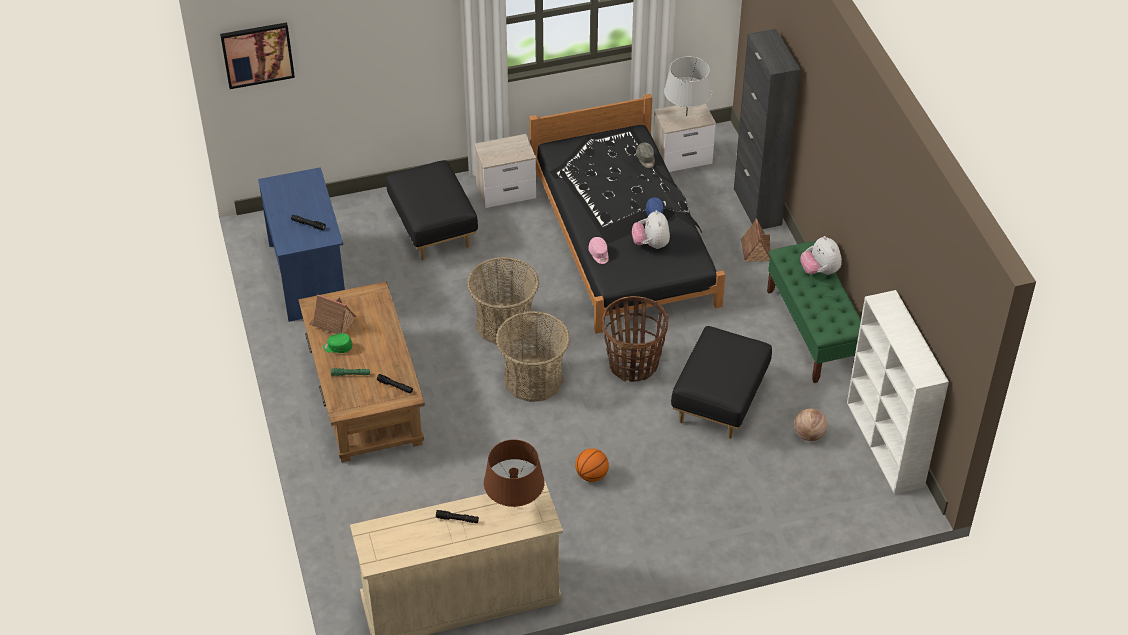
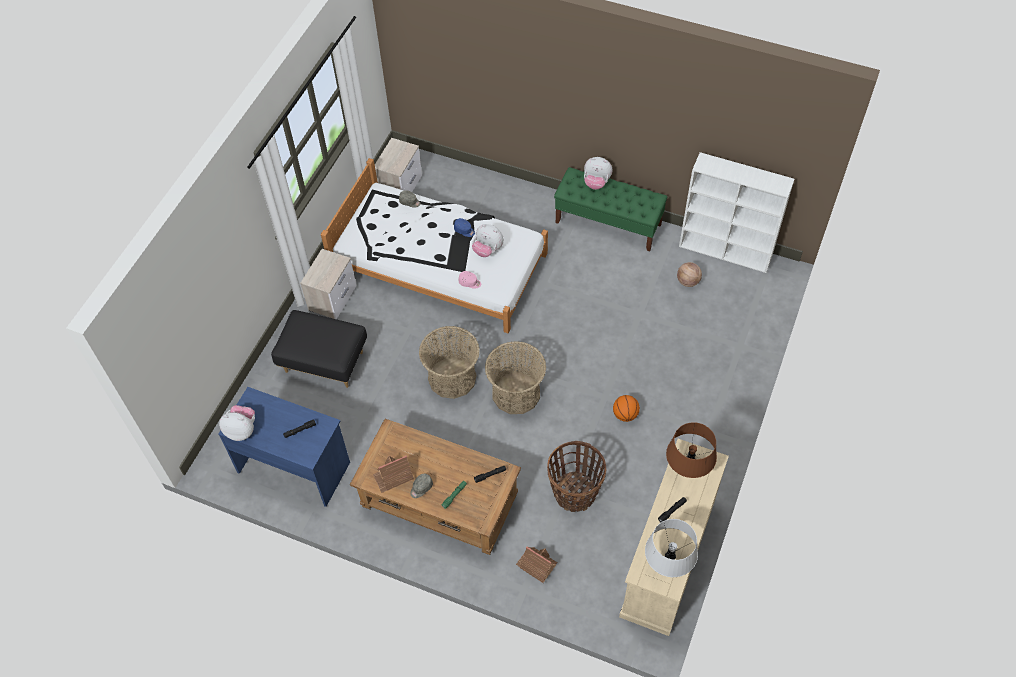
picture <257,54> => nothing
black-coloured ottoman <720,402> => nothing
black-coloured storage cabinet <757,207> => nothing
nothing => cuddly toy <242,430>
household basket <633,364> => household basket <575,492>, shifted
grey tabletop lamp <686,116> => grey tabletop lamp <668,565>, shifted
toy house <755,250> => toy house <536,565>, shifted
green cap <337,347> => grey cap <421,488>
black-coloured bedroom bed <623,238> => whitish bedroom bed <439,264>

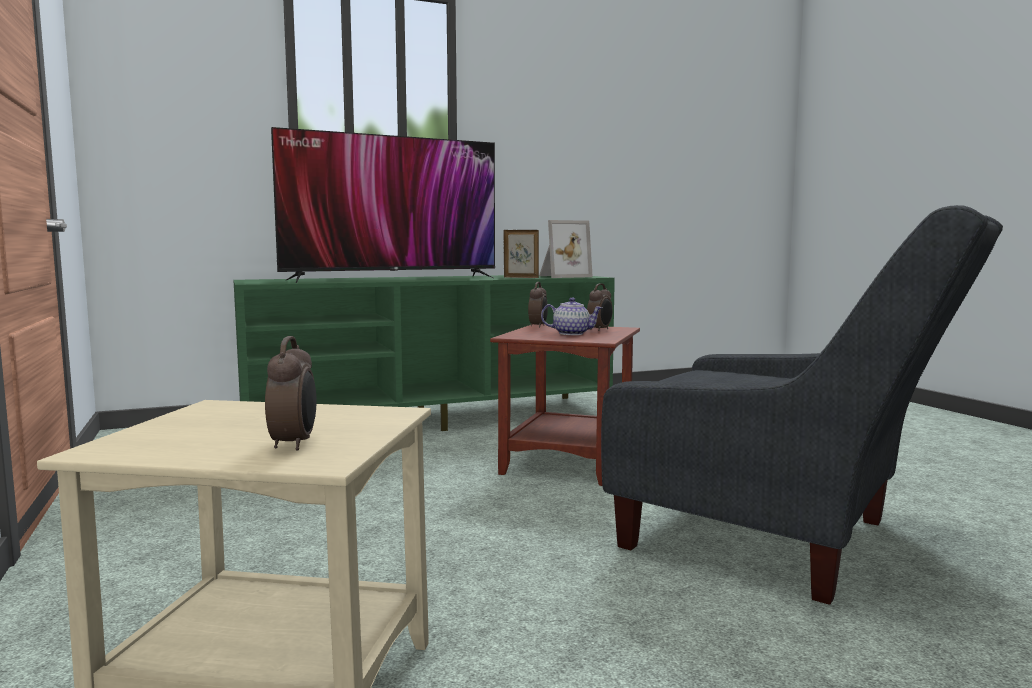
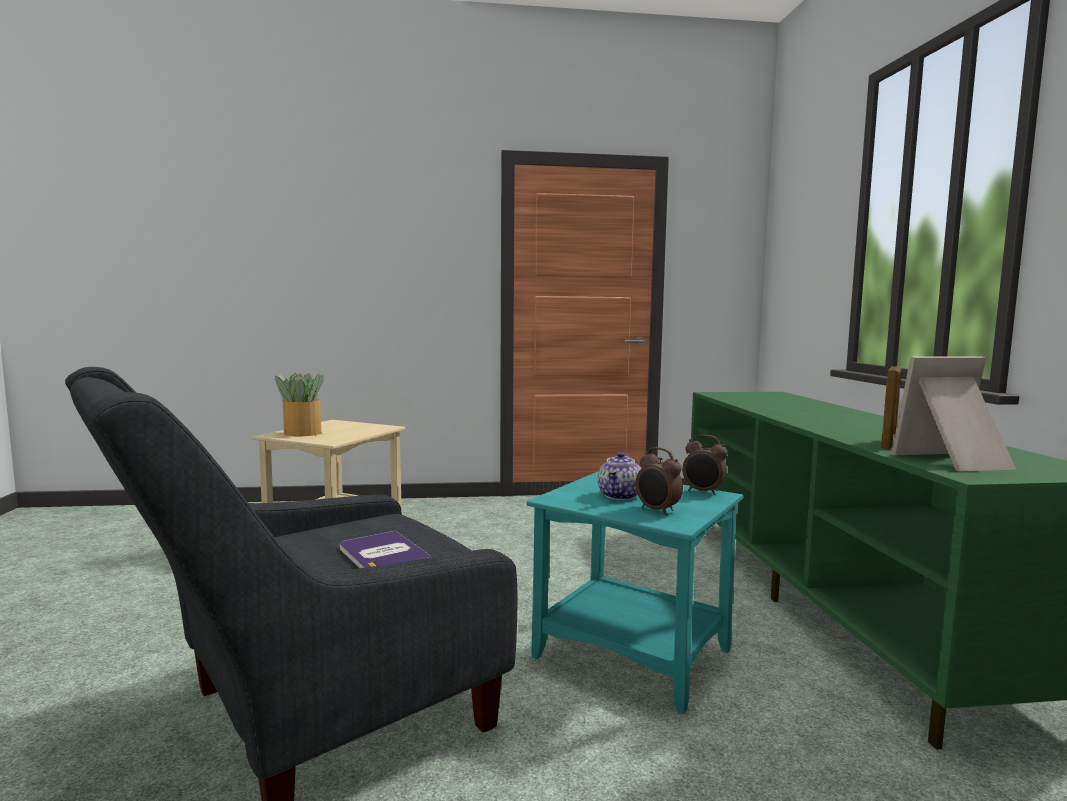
TV <392,279> => nothing
nothing => bound book <383,554>
table clock <294,444> => plant in a pot <302,433>
brownish side table <566,460> => blue-green side table <633,652>
photo frame <562,276> => photo frame <956,461>, 90 degrees clockwise

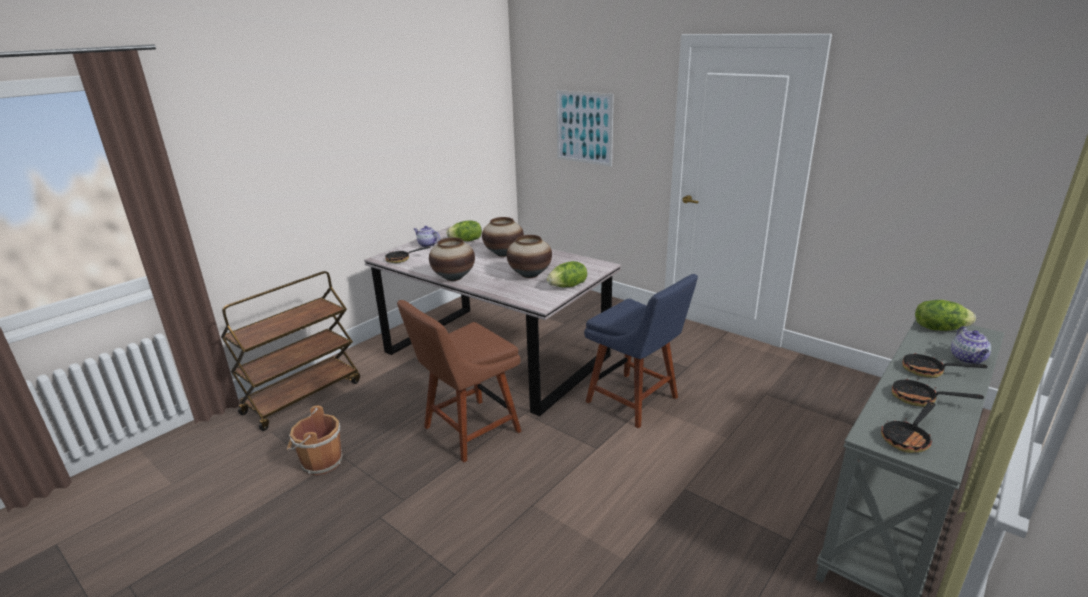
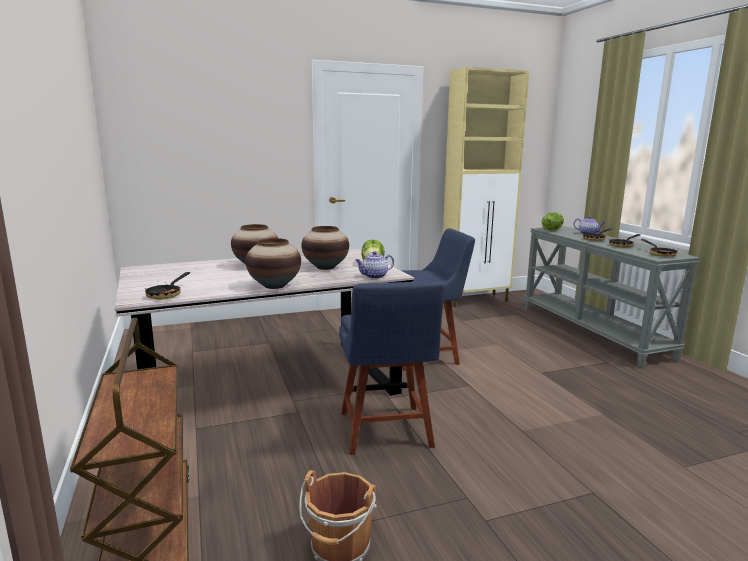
lettuce <466,241> => nothing
picture <584,127> => nothing
nothing => beige storage cabinet <475,300>
pot for tea <427,245> => pot for tea <374,276>, shifted
brownish upright chair <468,431> => blue-coloured upright chair <386,432>

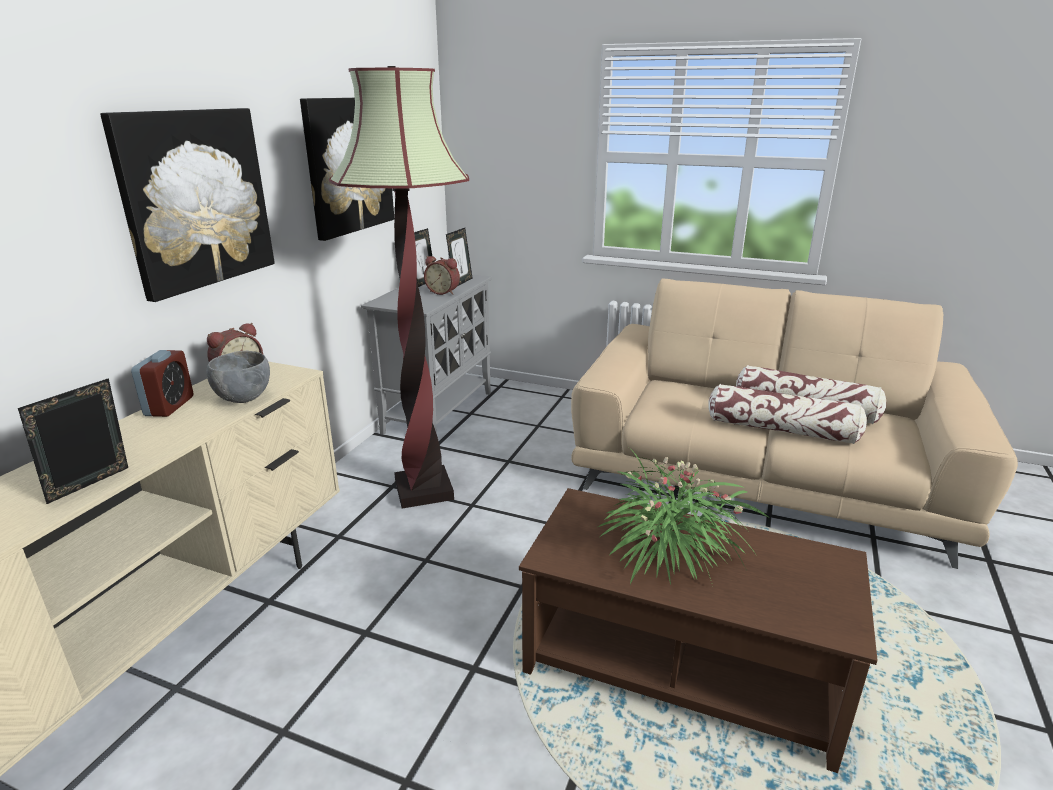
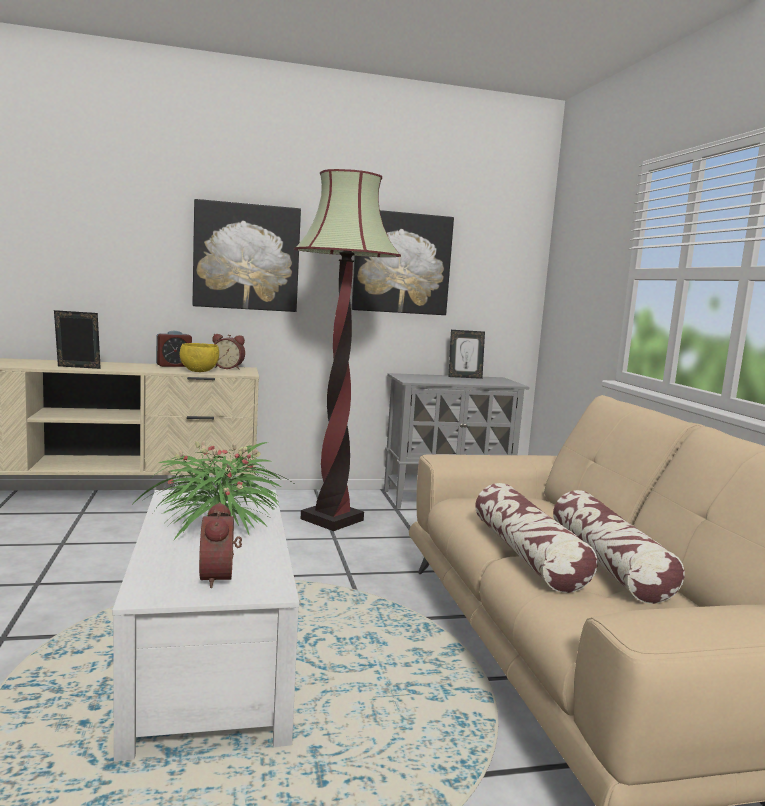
photo frame <460,282> => nothing
table clock <443,292> => table clock <221,577>, shifted
grey serving bowl <243,398> => yellow-coloured serving bowl <198,371>
brownish low table <682,663> => whitish low table <213,659>

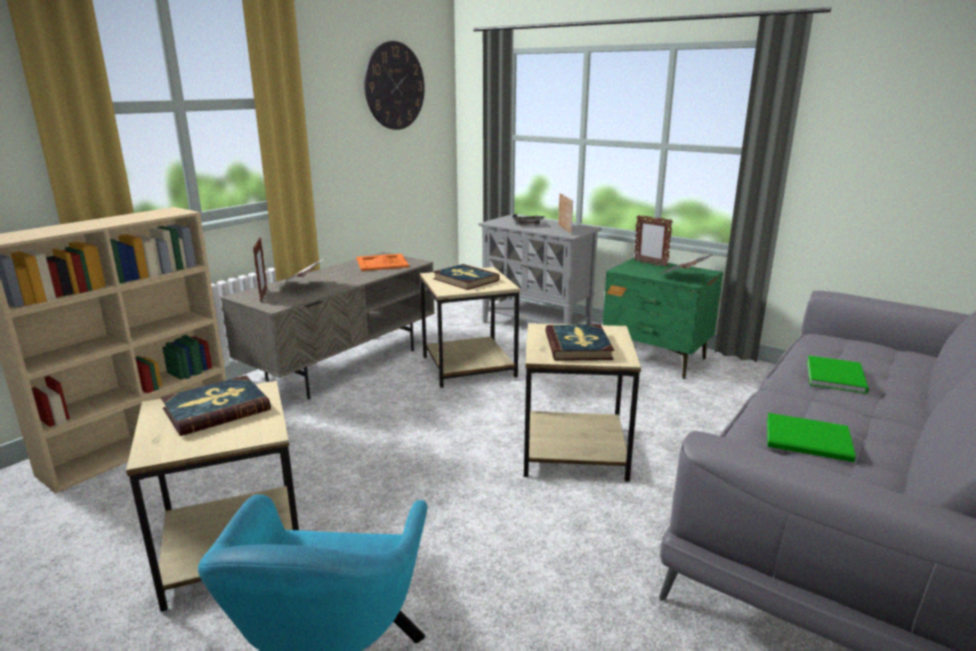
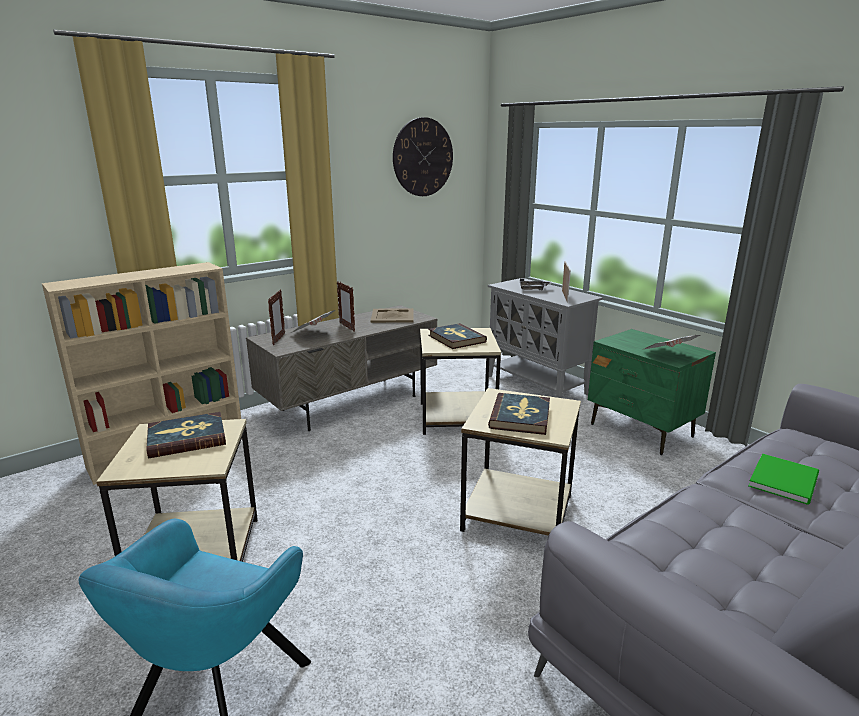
green bound book <810,441> => nothing
photo frame <650,264> => photo frame <347,327>, shifted
orange-coloured serving tray <381,263> => beige serving tray <392,316>

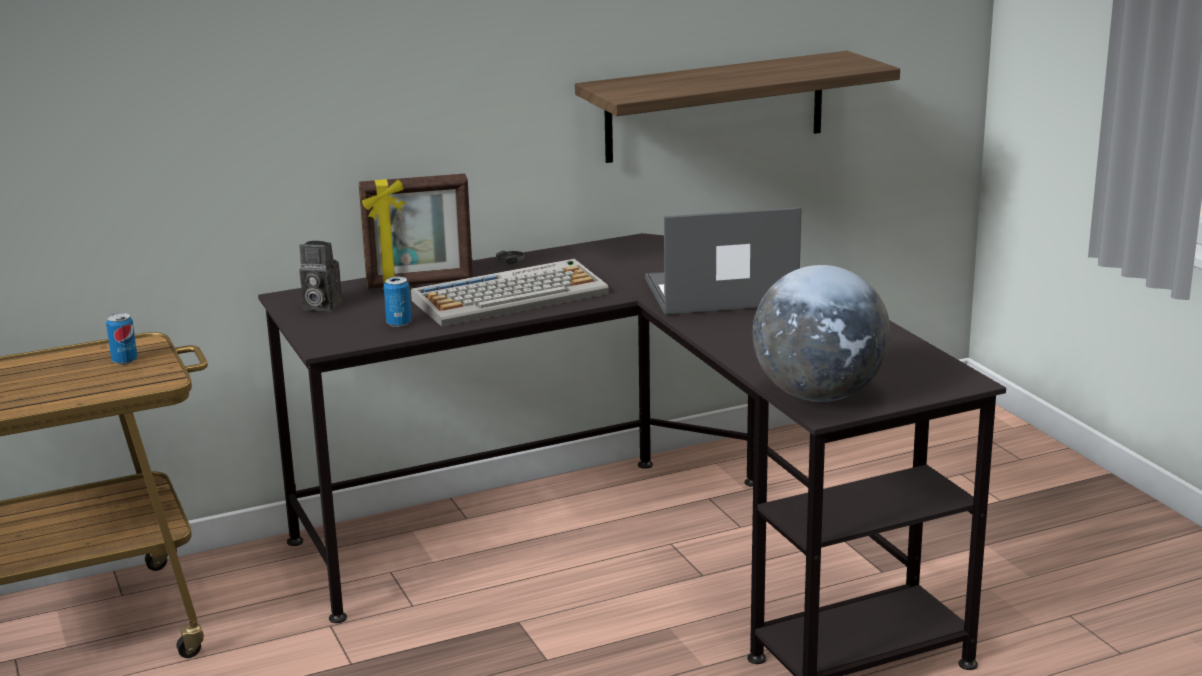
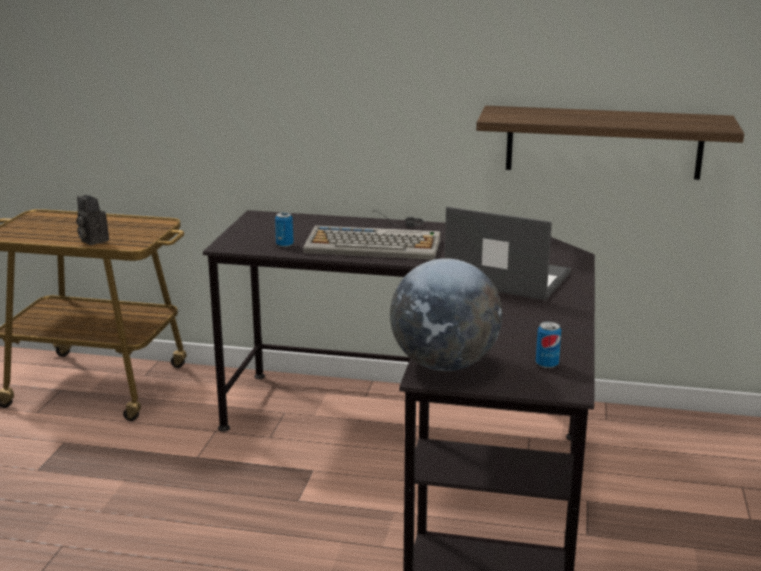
photo frame <420,283> => nothing
can <124,360> => can <547,364>, shifted
still camera <320,306> => still camera <92,240>, shifted

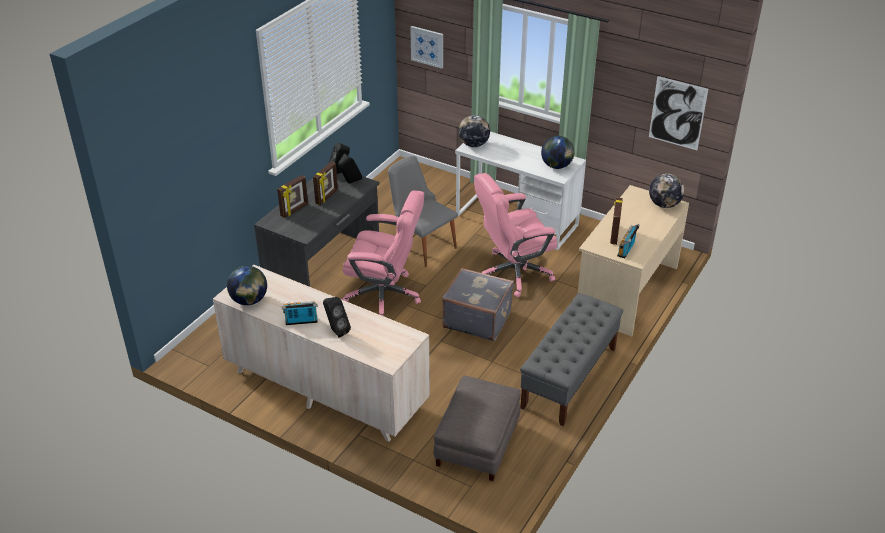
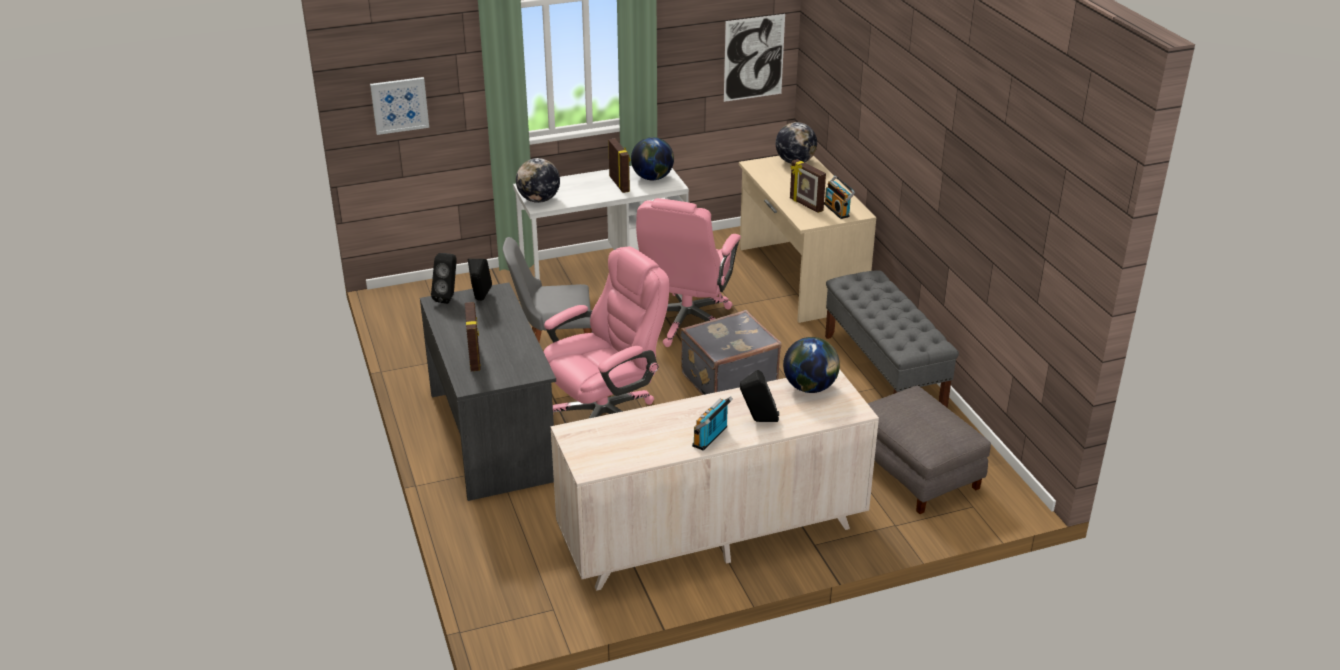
world globe <249,300> => world globe <810,387>, shifted
photo frame <327,197> => photo frame <620,184>, shifted

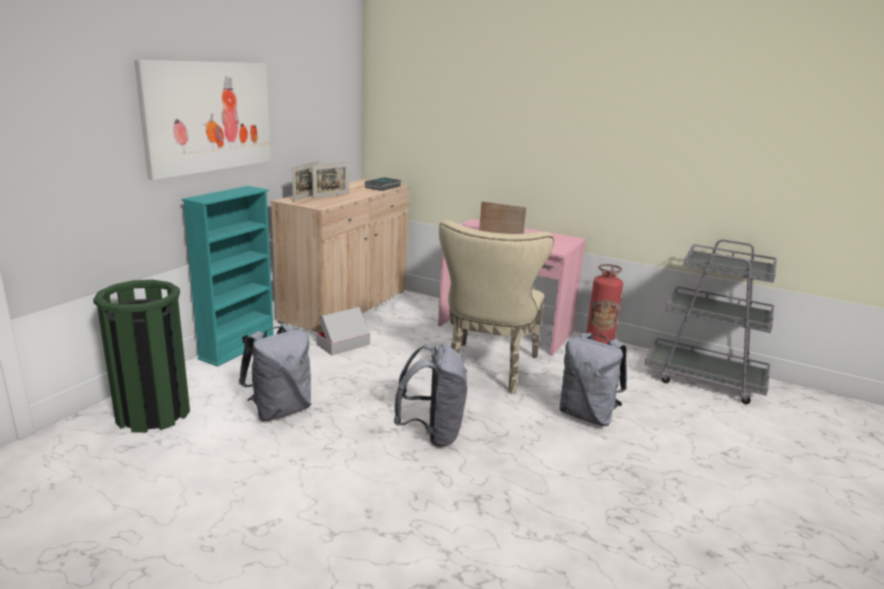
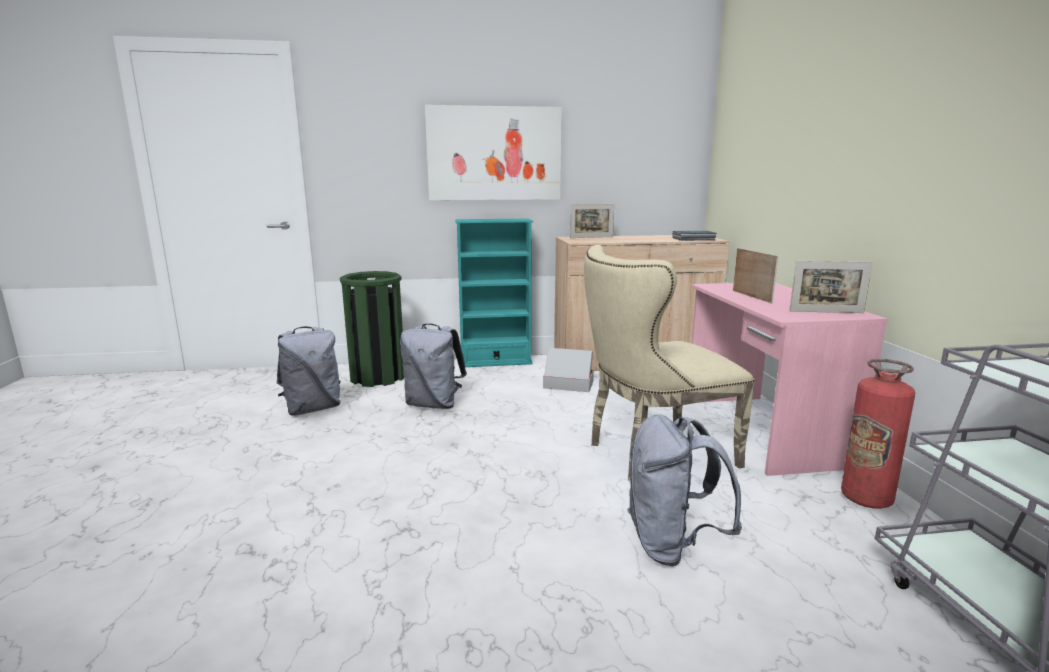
photo frame <331,196> => photo frame <826,312>, shifted
grey backpack <432,433> => grey backpack <313,409>, shifted

